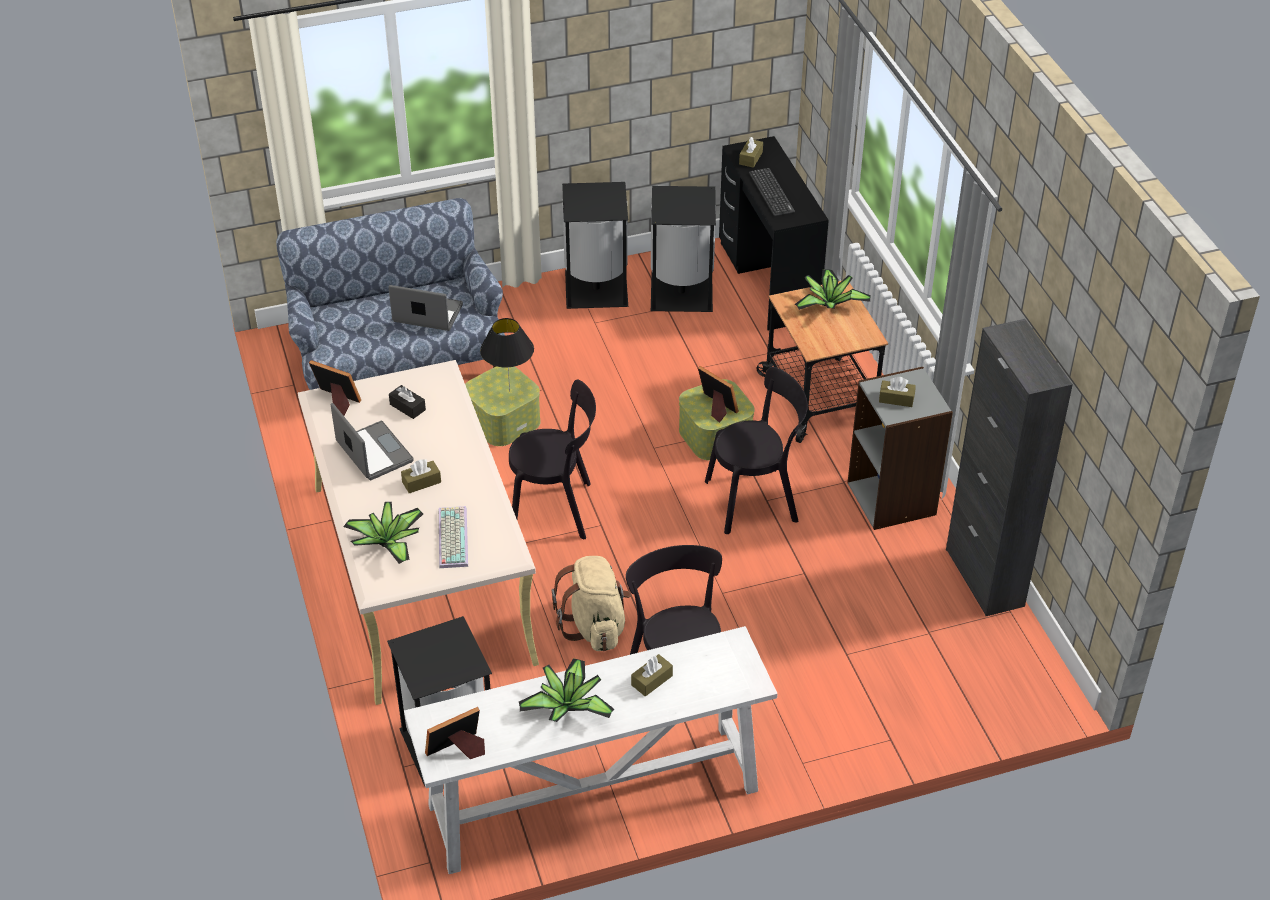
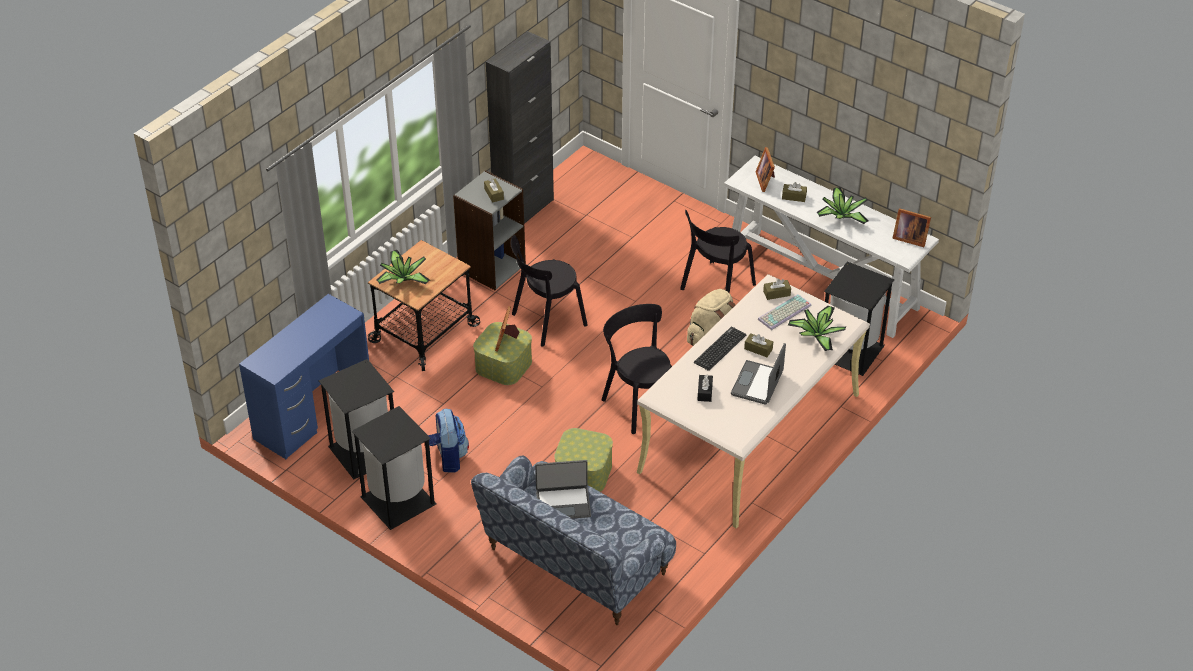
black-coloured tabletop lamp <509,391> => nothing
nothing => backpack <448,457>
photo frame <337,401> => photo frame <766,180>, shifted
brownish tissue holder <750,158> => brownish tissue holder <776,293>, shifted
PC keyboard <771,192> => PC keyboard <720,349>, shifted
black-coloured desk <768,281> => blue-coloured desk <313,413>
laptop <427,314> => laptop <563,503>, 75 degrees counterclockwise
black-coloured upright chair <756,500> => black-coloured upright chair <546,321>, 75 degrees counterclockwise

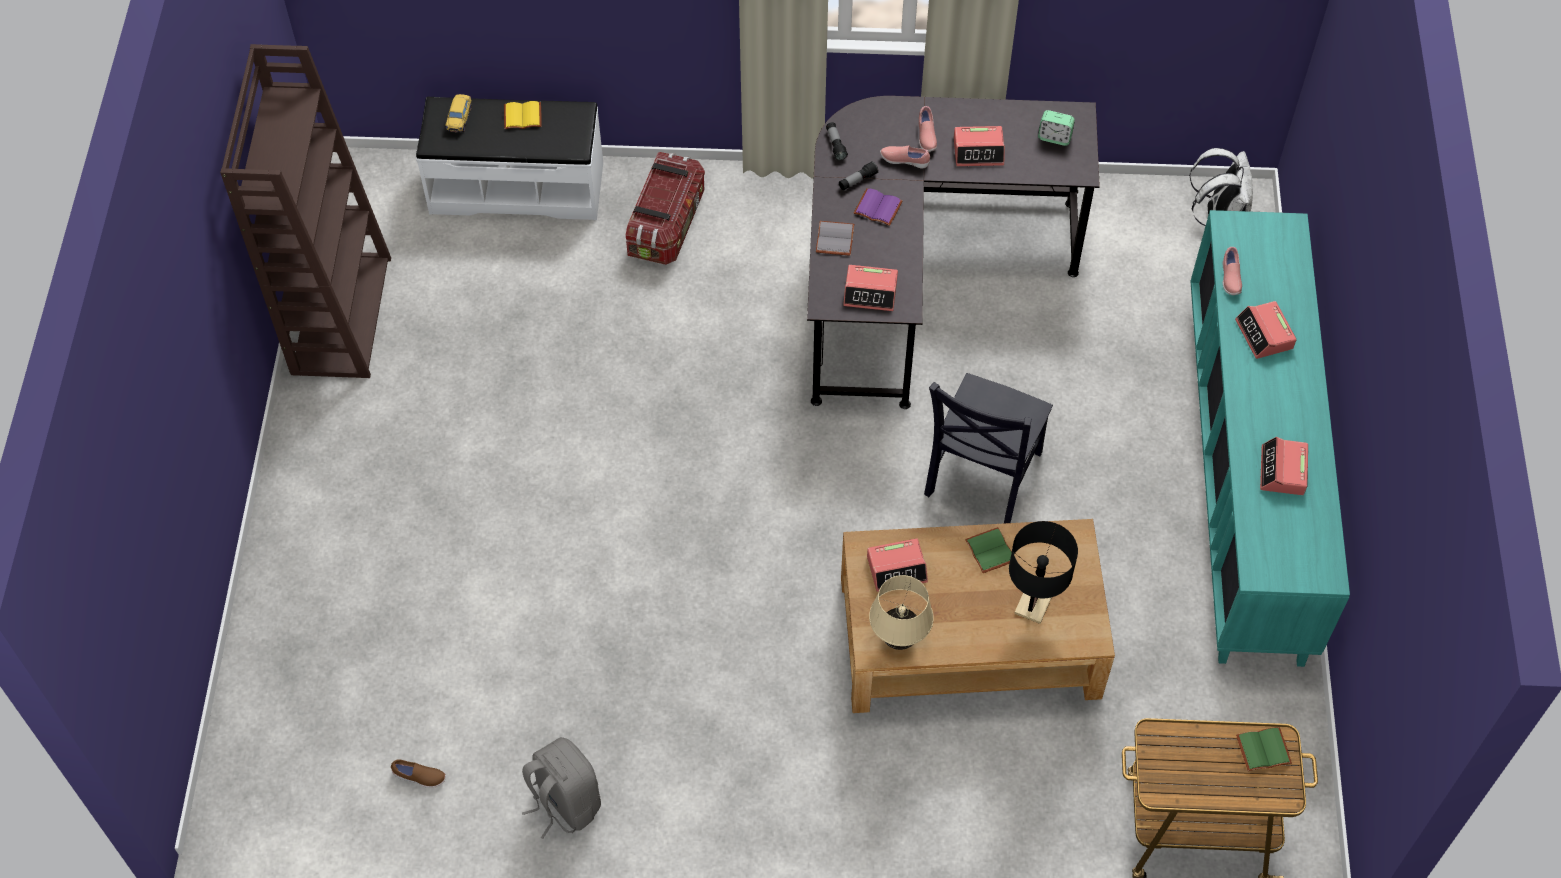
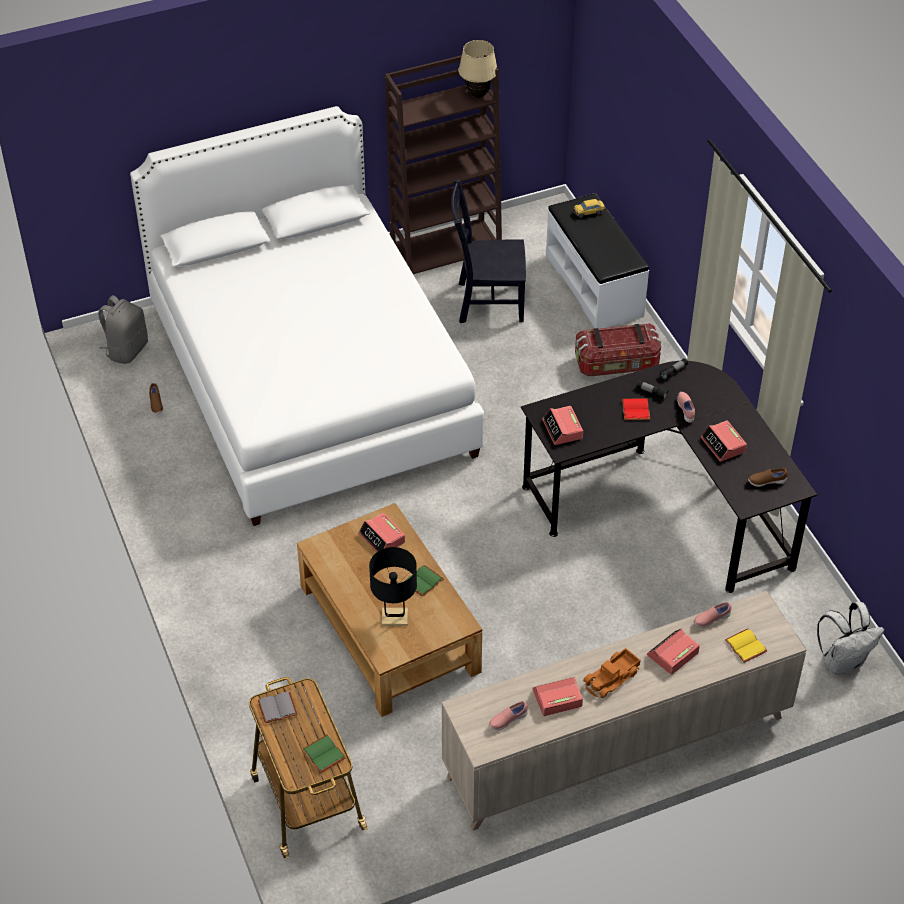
nothing => whitish bedroom bed <310,380>
nothing => model truck <612,678>
yellow-coloured bound book <523,115> => yellow-coloured bound book <747,646>, shifted
grey backpack <564,803> => grey backpack <126,350>, shifted
grey bound book <836,239> => grey bound book <277,709>, shifted
beige tabletop lamp <898,640> => beige tabletop lamp <477,95>, shifted
pink item of footwear <926,136> => pink item of footwear <507,720>, shifted
black-coloured upright chair <981,477> => black-coloured upright chair <487,302>, shifted
table clock <1054,137> => brownish item of footwear <766,481>
purple-coloured bound book <876,208> => red bound book <634,409>
blue-green storage cabinet <1246,475> => beige storage cabinet <617,747>

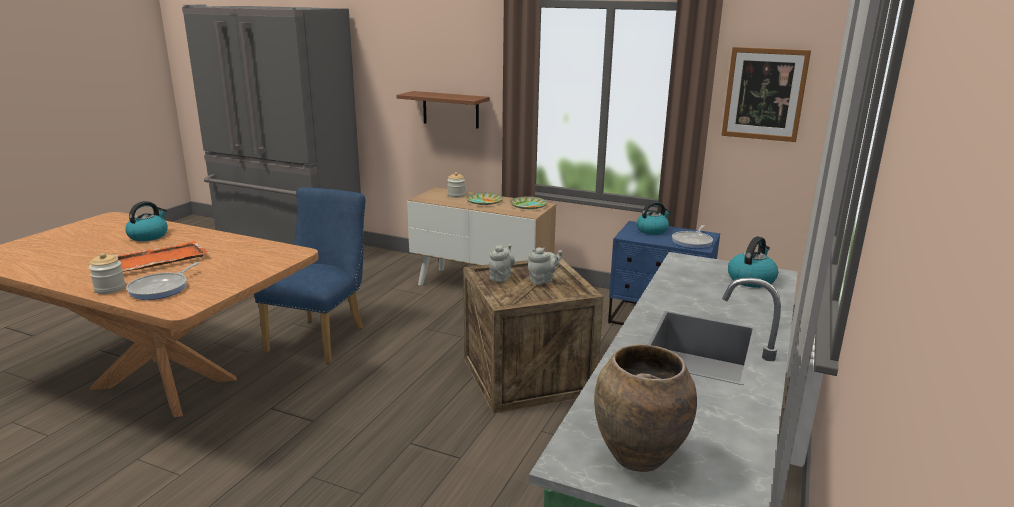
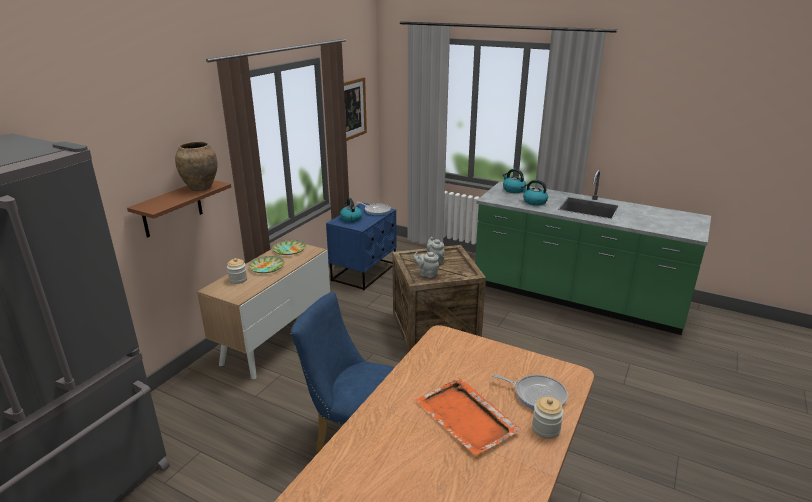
water kettle <149,236> => water kettle <534,202>, shifted
brownish vase <638,457> => brownish vase <200,188>, shifted

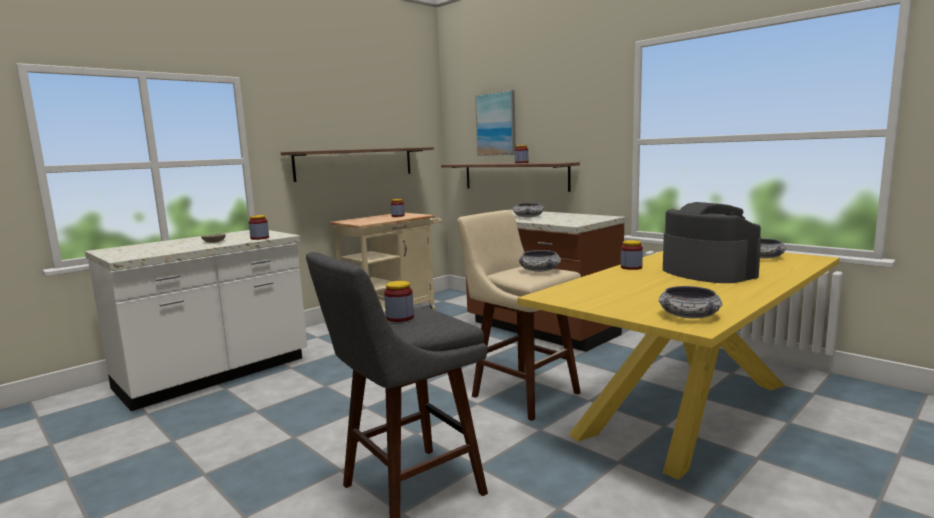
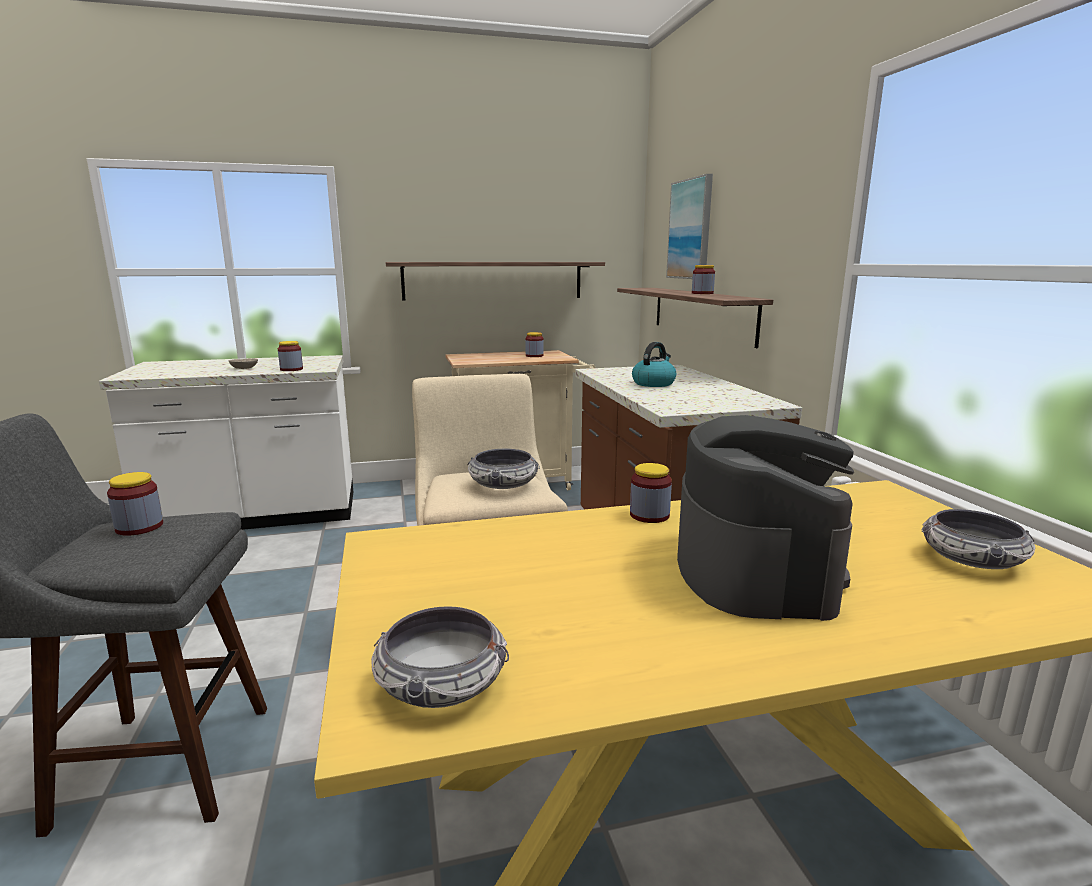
serving bowl <528,217> => water kettle <653,383>

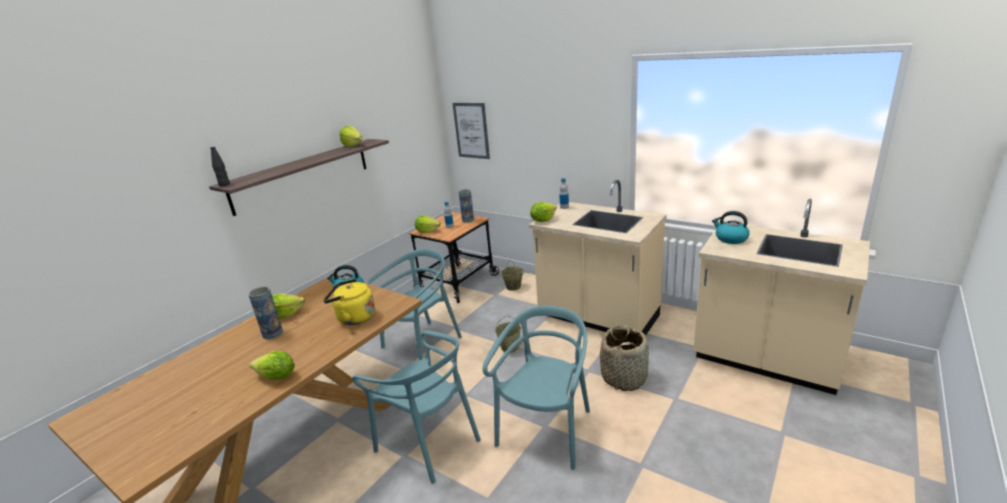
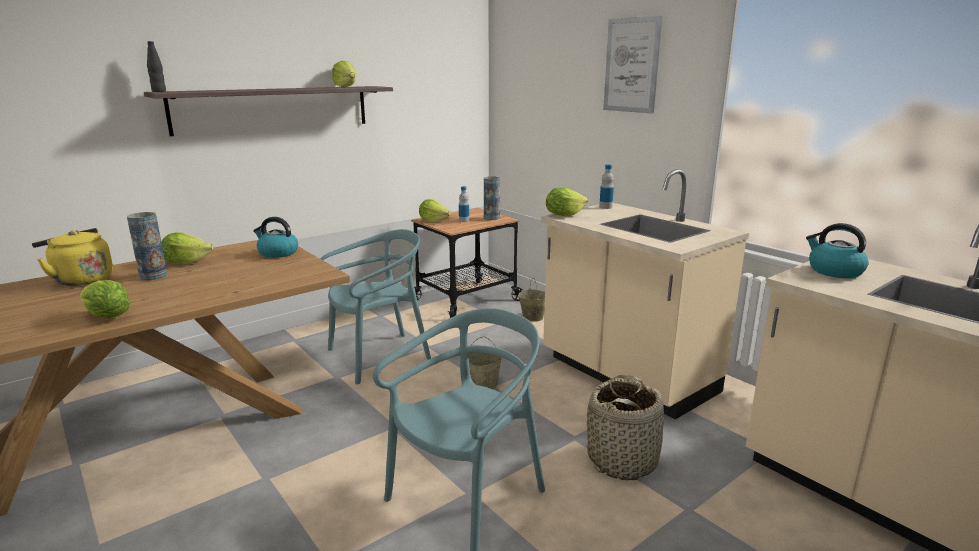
blue-green upright chair <429,442> => nothing
yellow-coloured water kettle <354,318> => yellow-coloured water kettle <81,279>, shifted
picture <471,130> => picture <631,65>, shifted

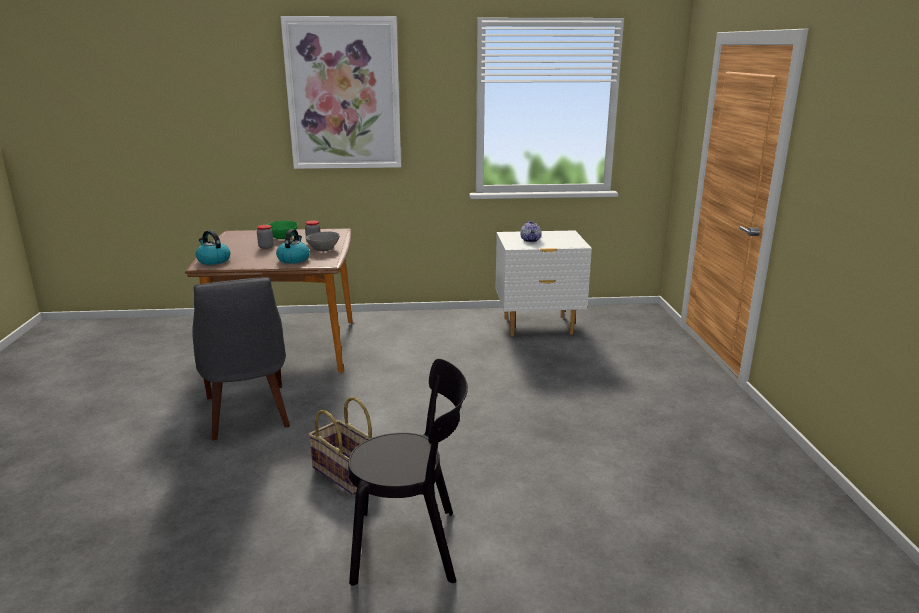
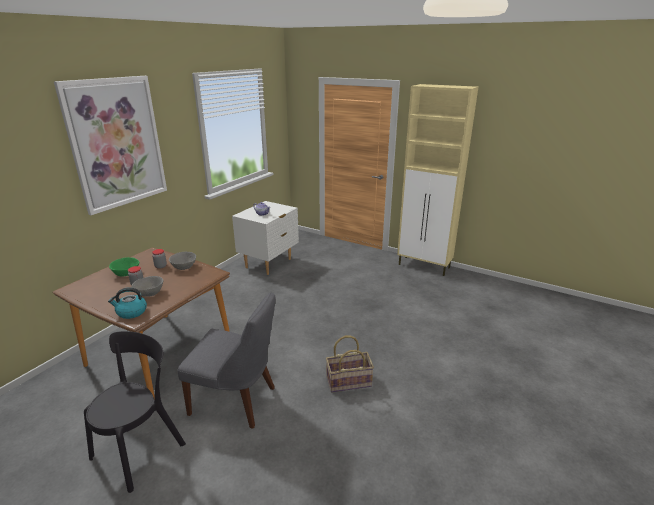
water kettle <293,259> => nothing
nothing => grey serving bowl <150,293>
nothing => beige storage cabinet <424,266>
black-coloured upright chair <412,546> => black-coloured upright chair <142,448>, shifted

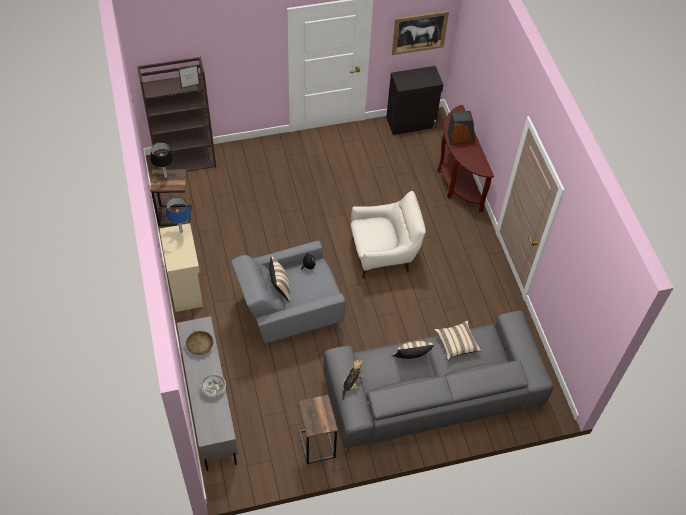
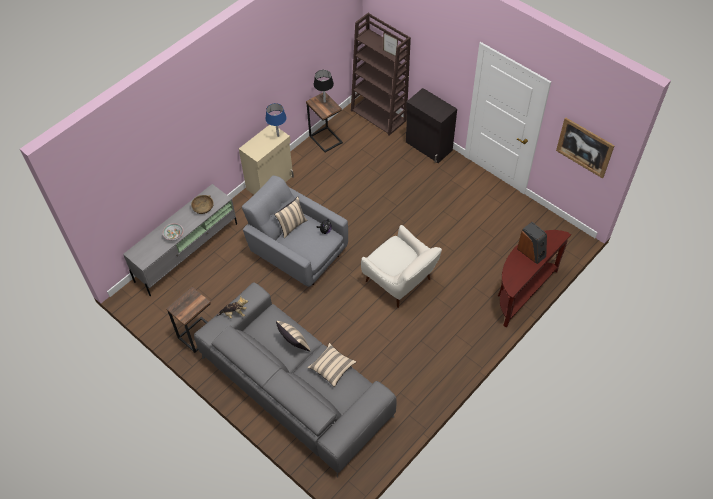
black-coloured storage cabinet <411,123> => black-coloured storage cabinet <428,146>, shifted

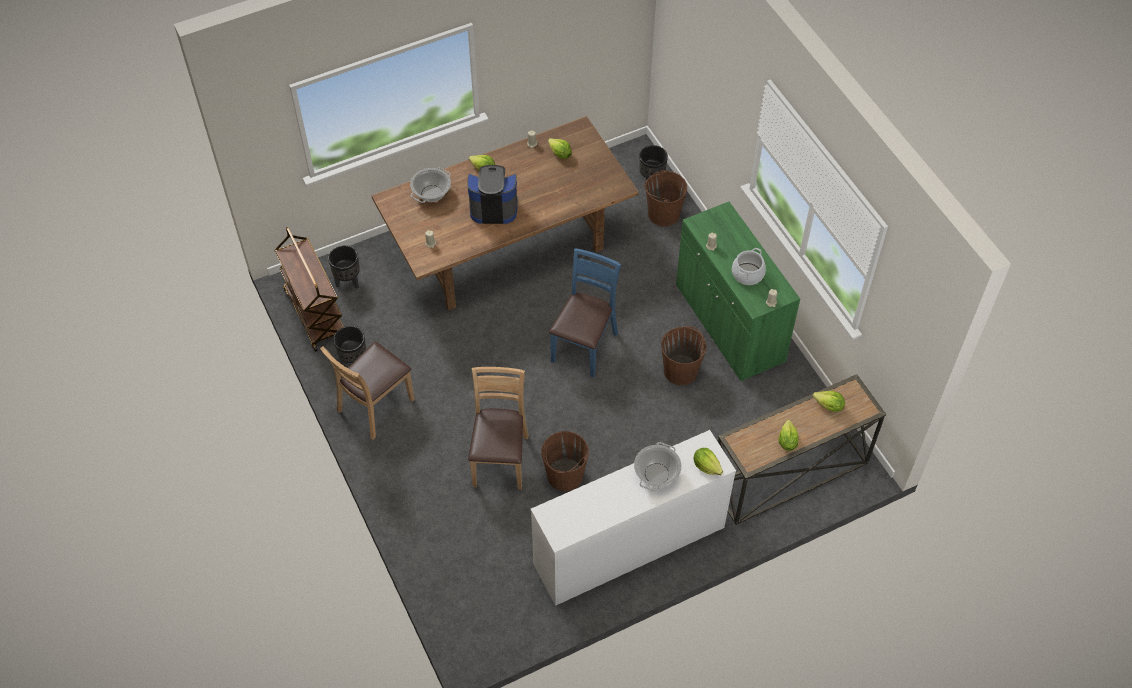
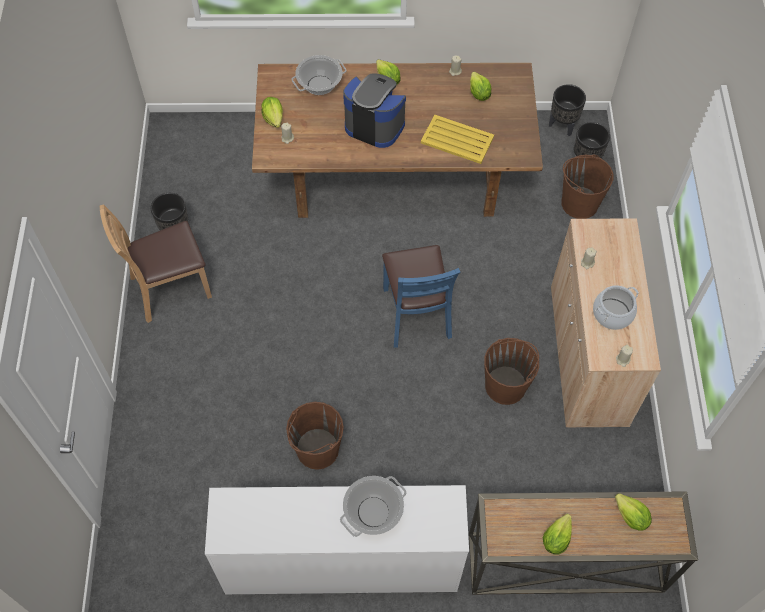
brownish cart <315,314> => nothing
brownish upright chair <500,460> => nothing
nothing => yellow-coloured serving tray <456,139>
black-coloured planter <348,281> => black-coloured planter <562,125>, shifted
lettuce <706,466> => lettuce <273,118>, shifted
green storage cabinet <729,324> => beige storage cabinet <587,355>
blue-coloured upright chair <584,346> => blue-coloured upright chair <416,314>, 120 degrees clockwise

